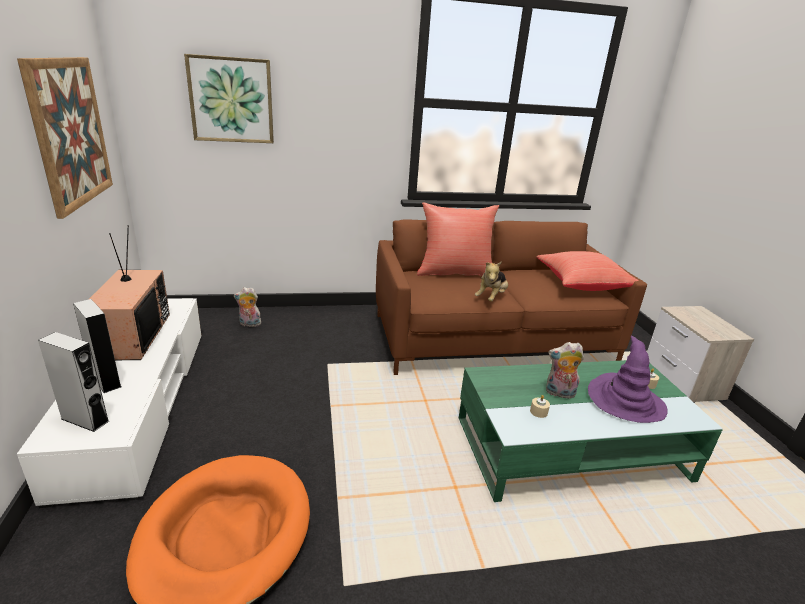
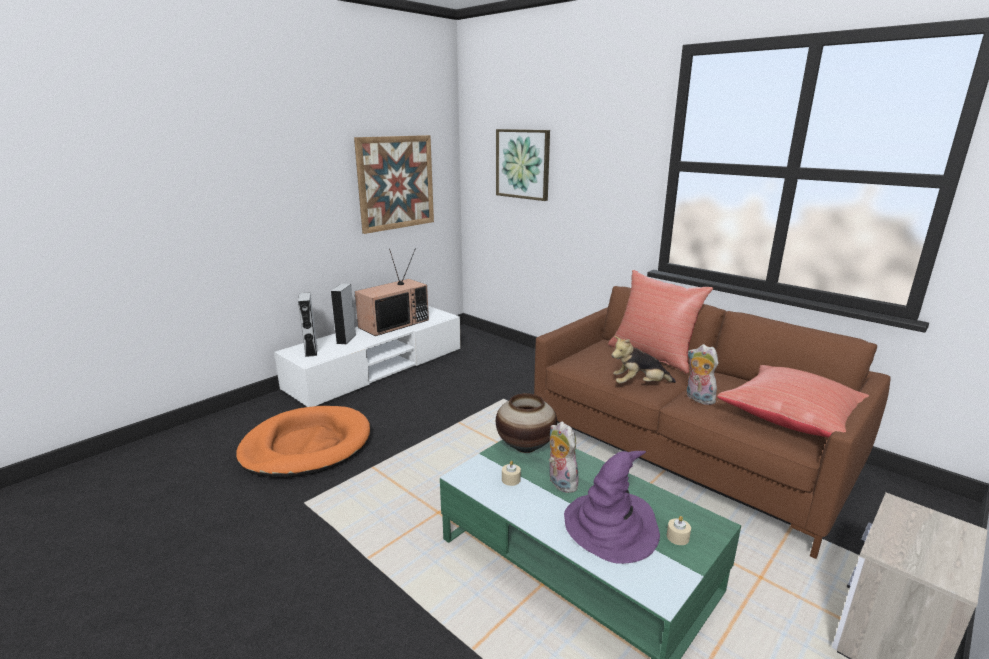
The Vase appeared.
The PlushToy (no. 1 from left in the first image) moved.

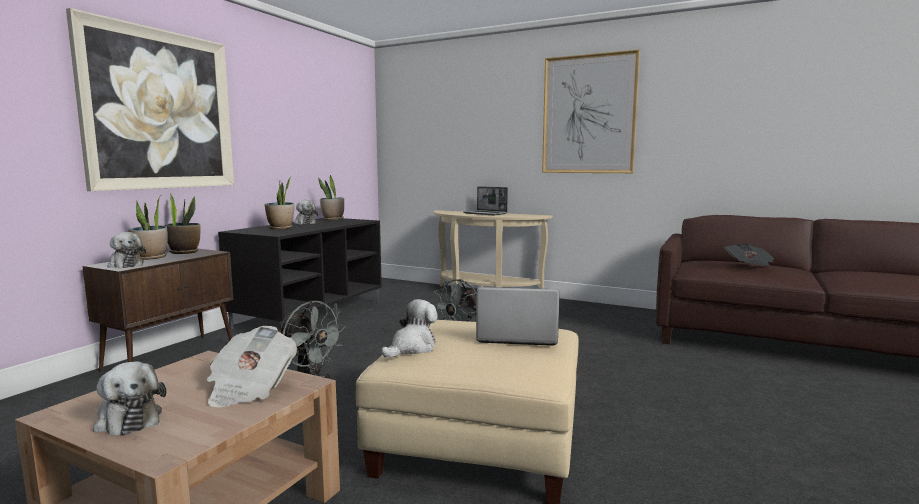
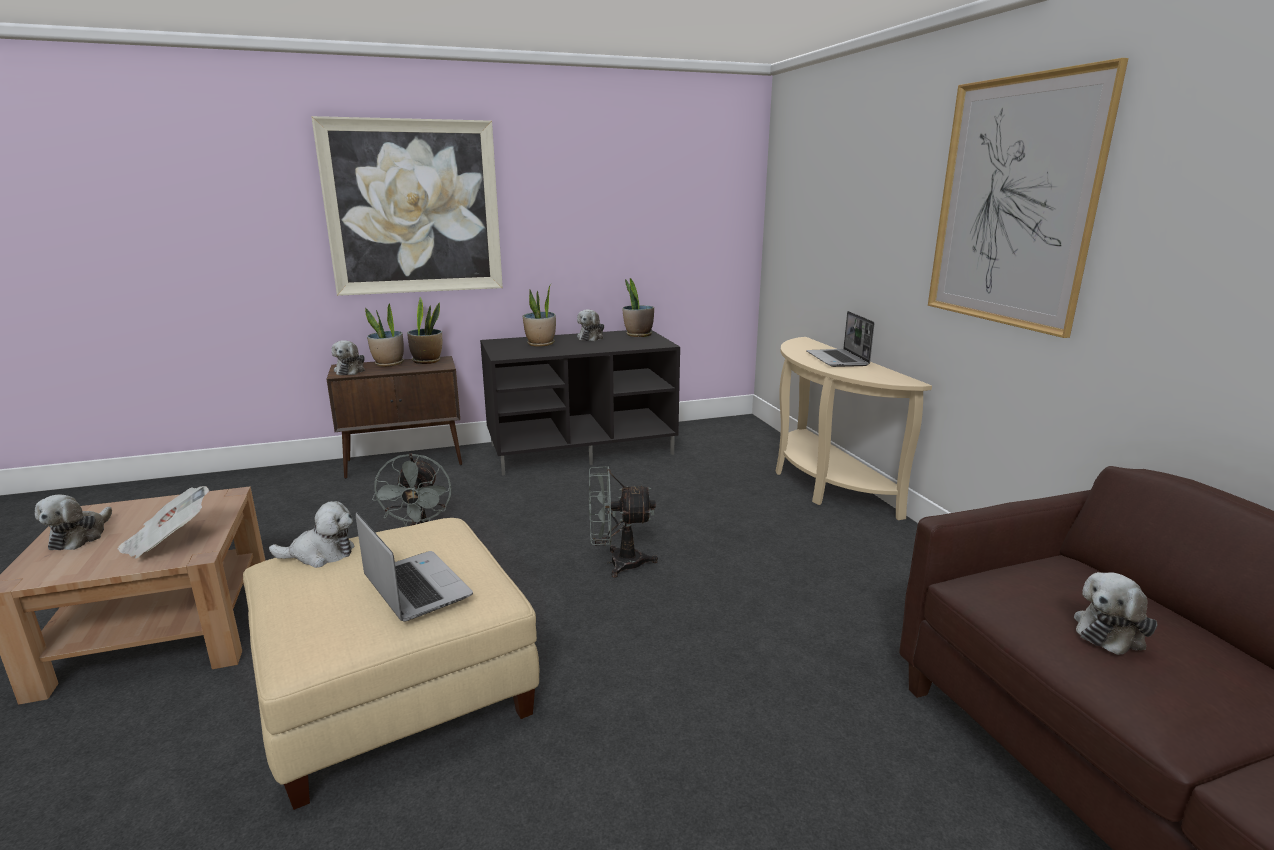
The Newspaper (no. 2 from left) was replaced by the PlushToy (no. 5 from left).

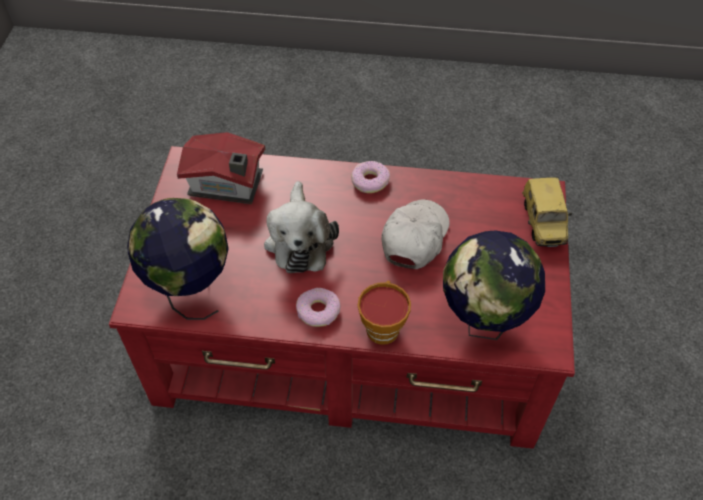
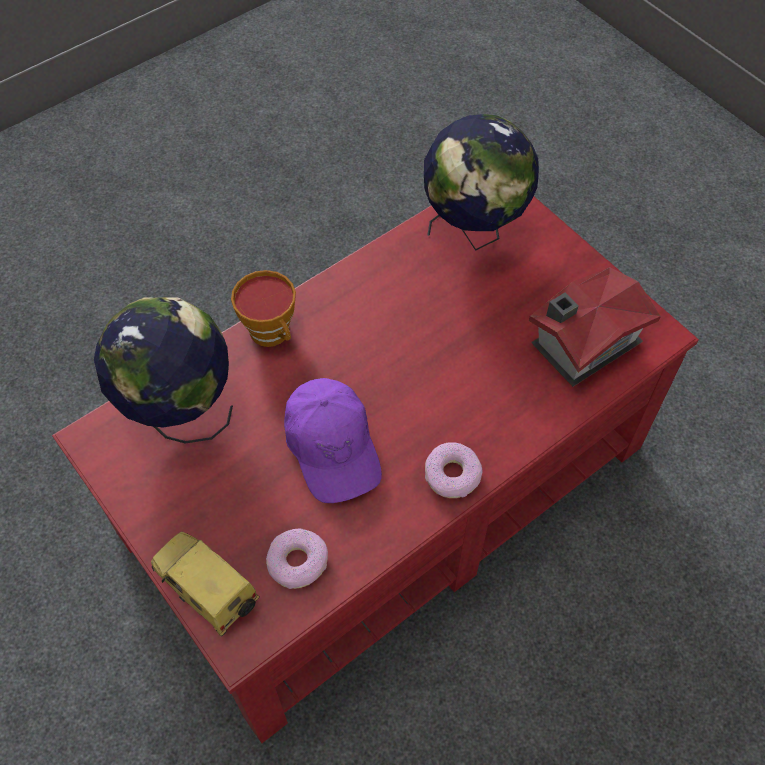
The PlushToy disappeared.
The Donut (no. 1 from left) moved.
The WhiteCap became the PurpleCap.

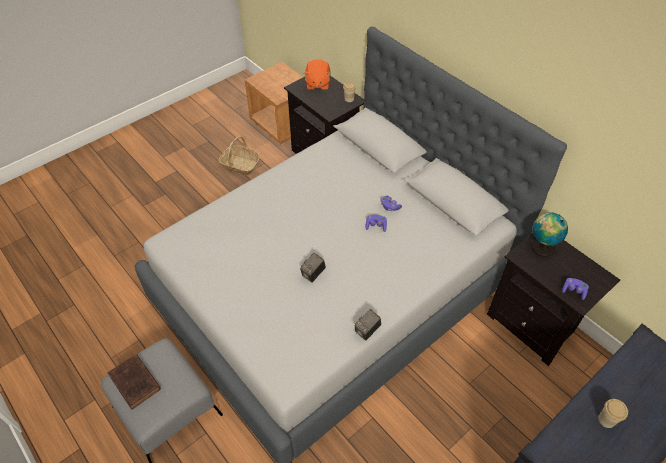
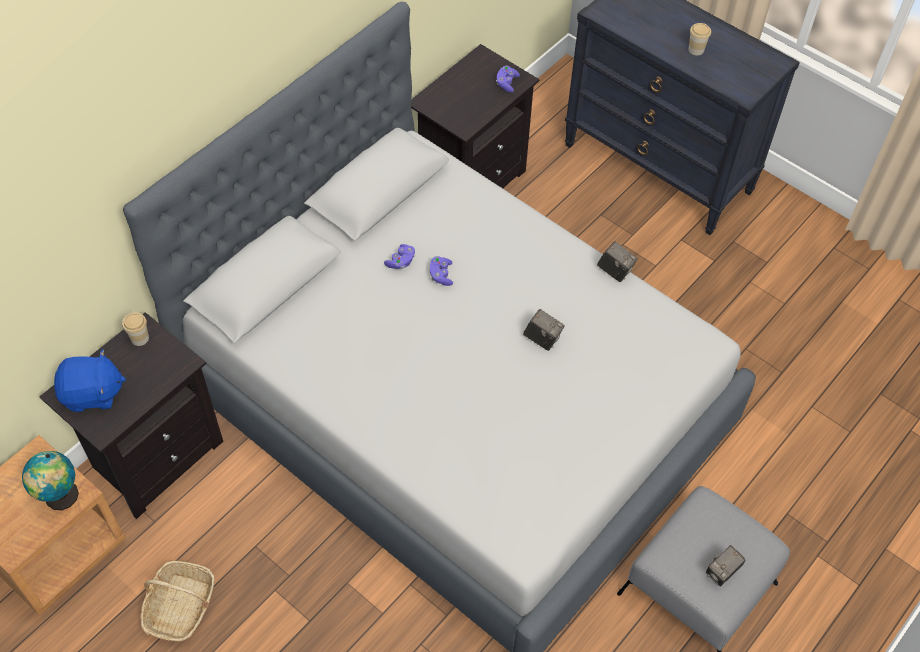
The Globe moved.
The BrownBook was replaced by the PhotoCamera (no. 3 from left).
The OrangePlushToy became the BluePlushToy.

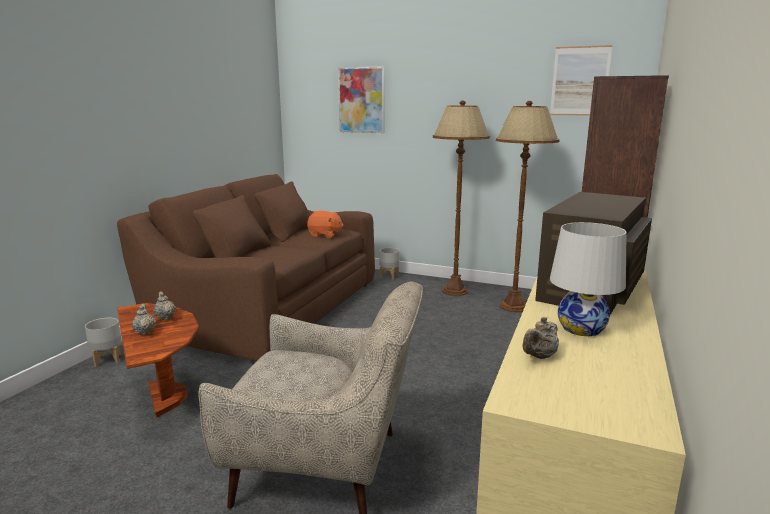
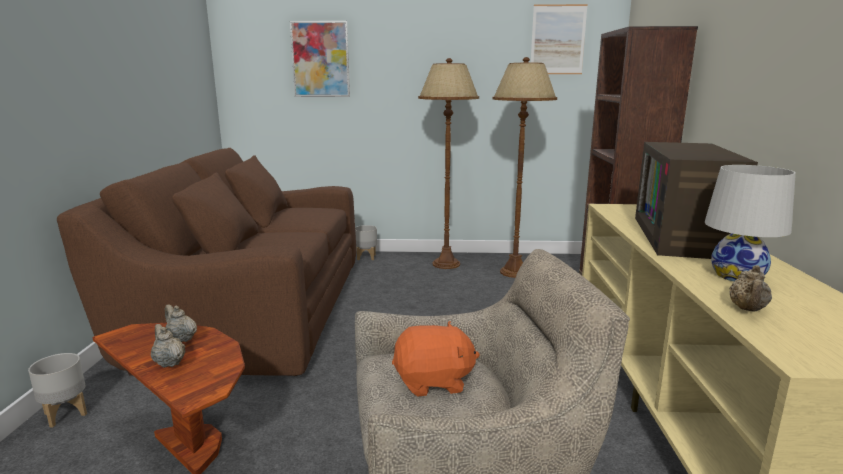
The OrangePlushToy moved.

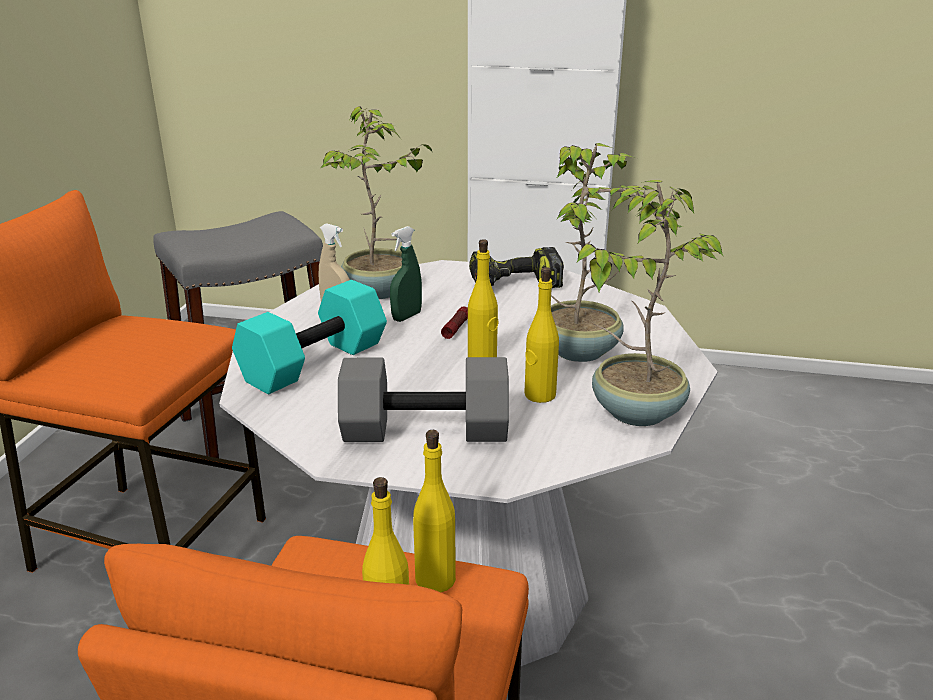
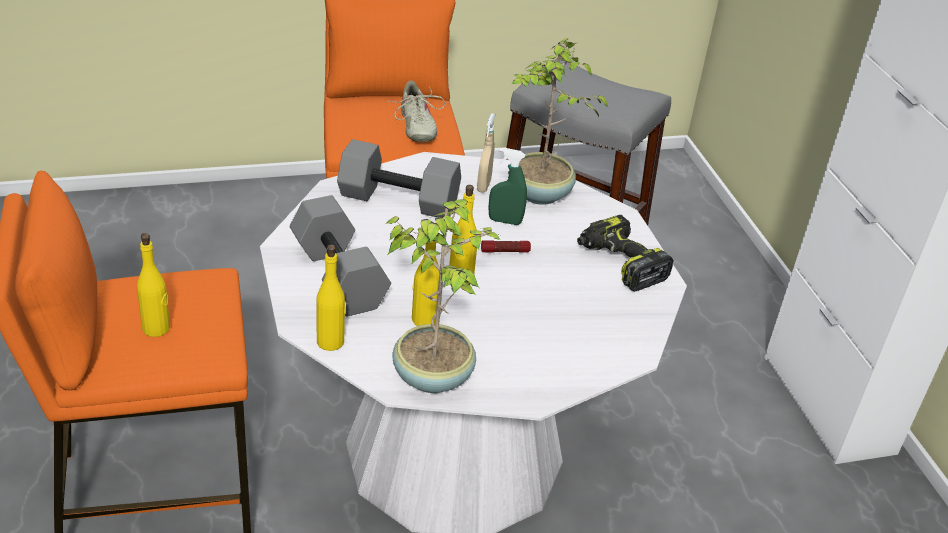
The PottedPlant (no. 2 from left) disappeared.
The BeigeShoe appeared.
The YellowBottle (no. 2 from left) moved.
The TurquoiseDumbbell became the GreyDumbbell (no. 2 from left).

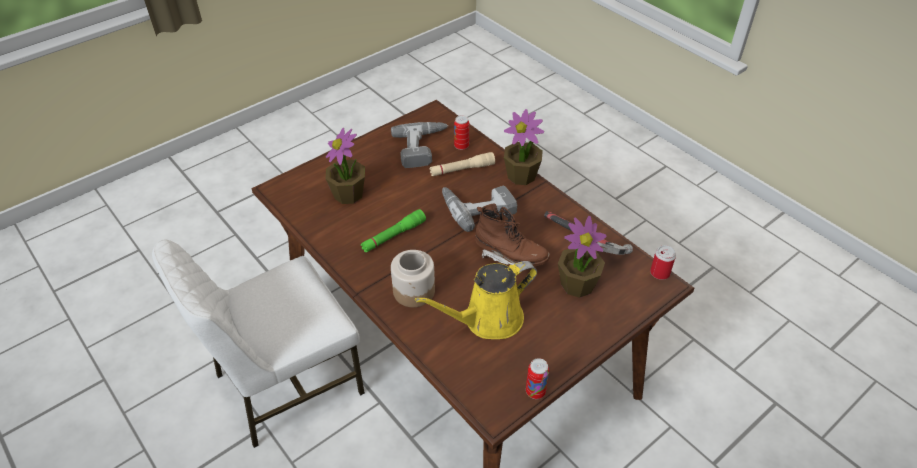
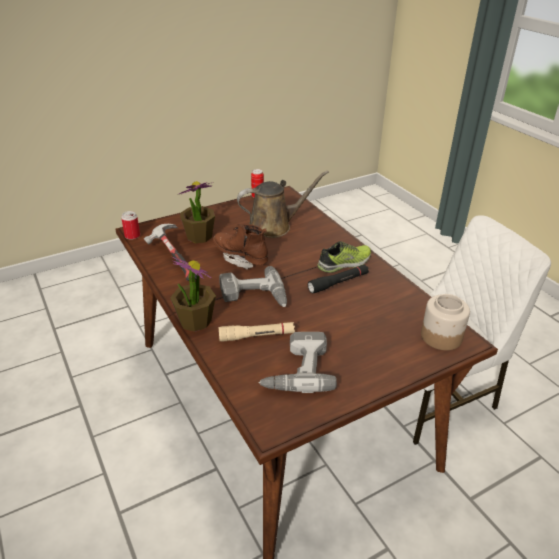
The PottedPlant (no. 1 from left) disappeared.
The Can (no. 1 from left) disappeared.
The Shoe appeared.
The Jar moved.
The GreenFlashlight became the BlackFlashlight.
The YellowWateringCan became the BrownWateringCan.

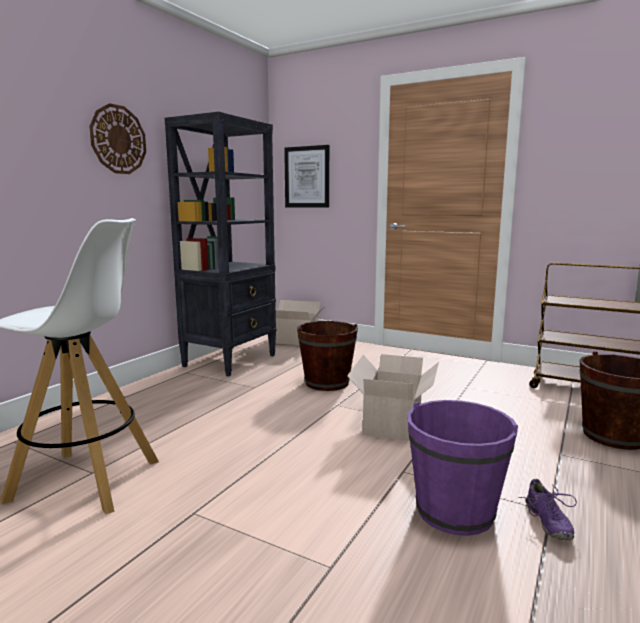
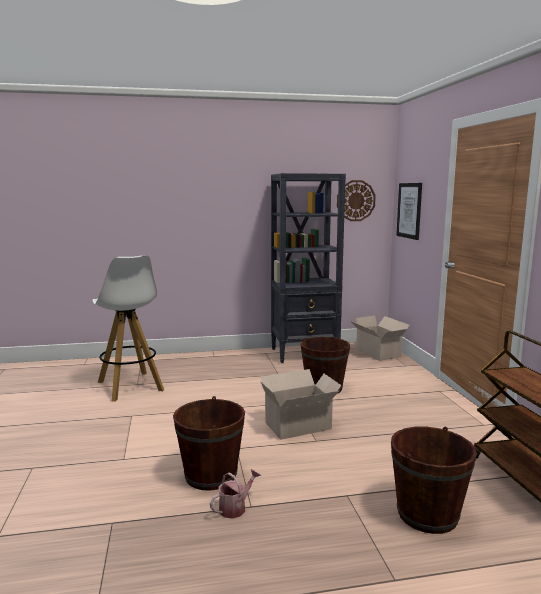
The WallClock moved.
The PurpleShoe was replaced by the WateringCan.
The PurpleBucket became the BrownBucket (no. 1 from left).

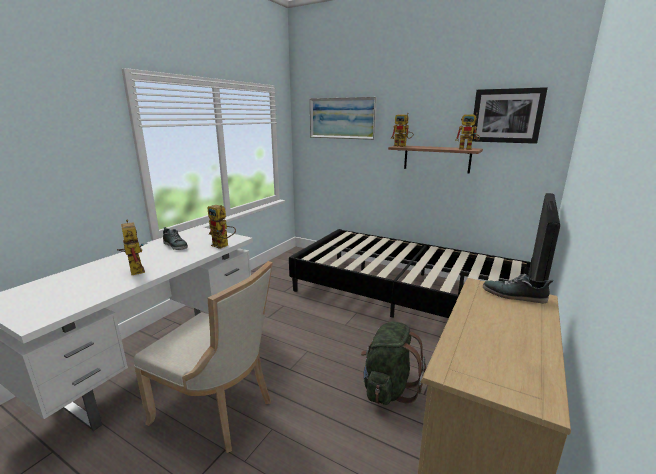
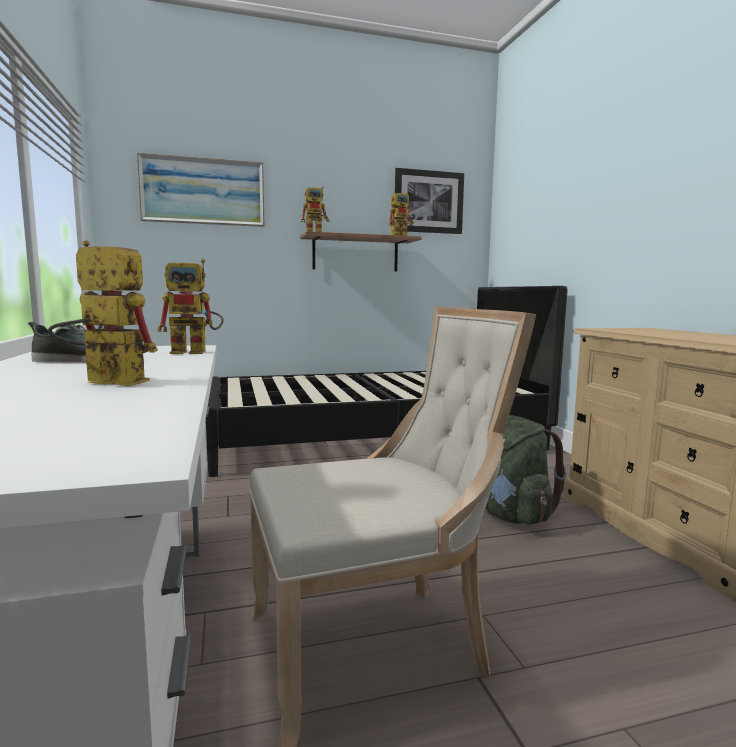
The Shoe (no. 2 from left) disappeared.

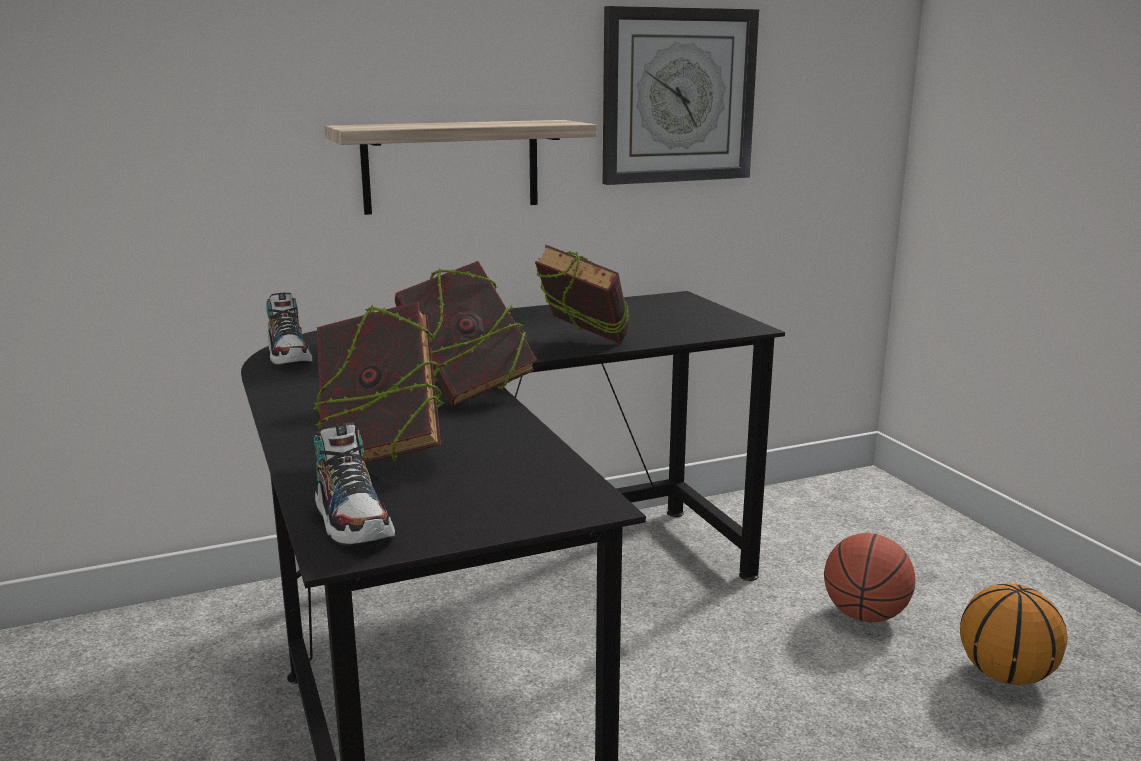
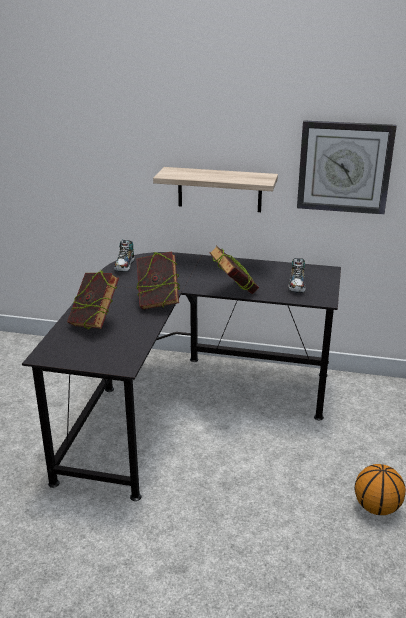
The Basketball (no. 1 from left) disappeared.
The Shoe (no. 2 from left) moved.

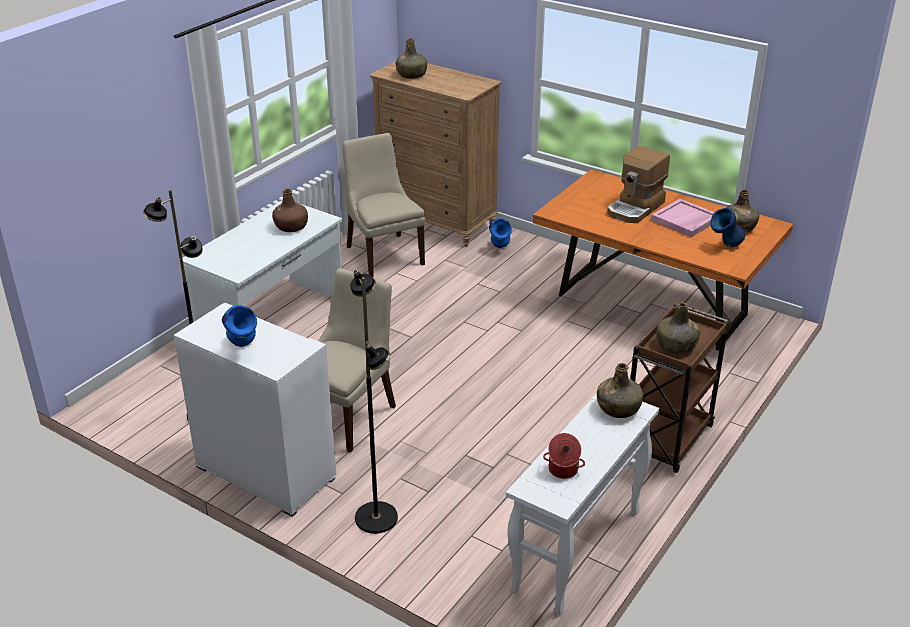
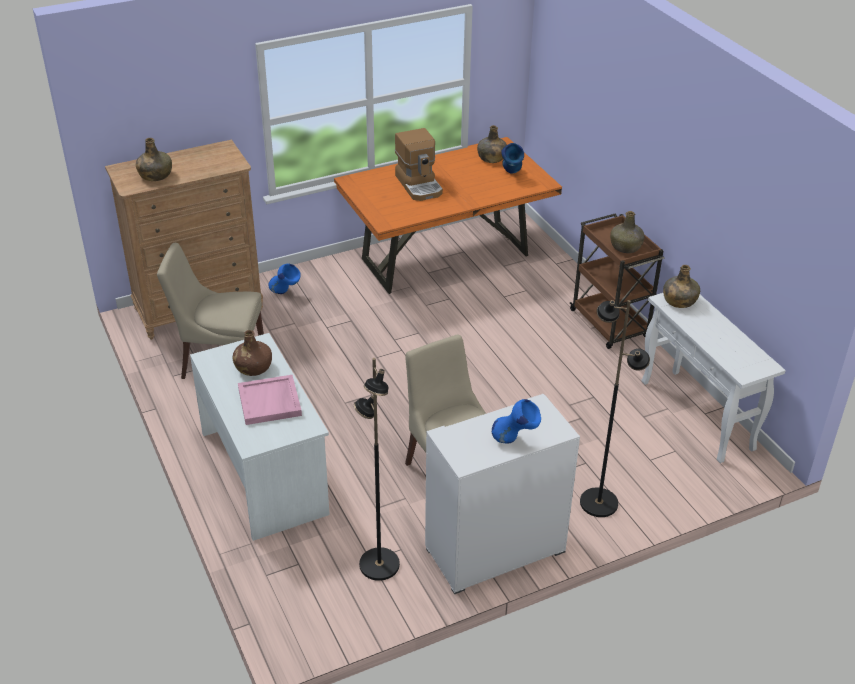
The CookingPot disappeared.
The PinkTray moved.

